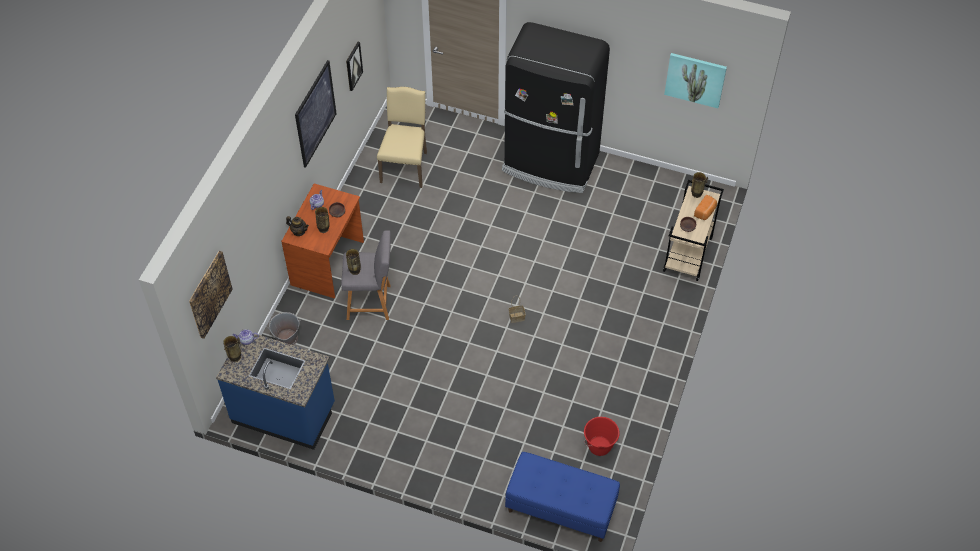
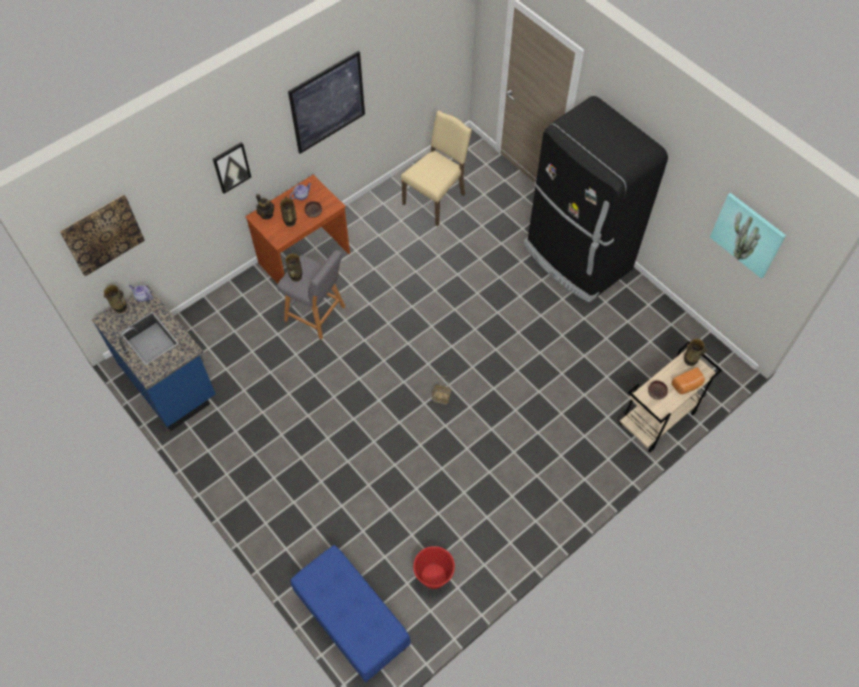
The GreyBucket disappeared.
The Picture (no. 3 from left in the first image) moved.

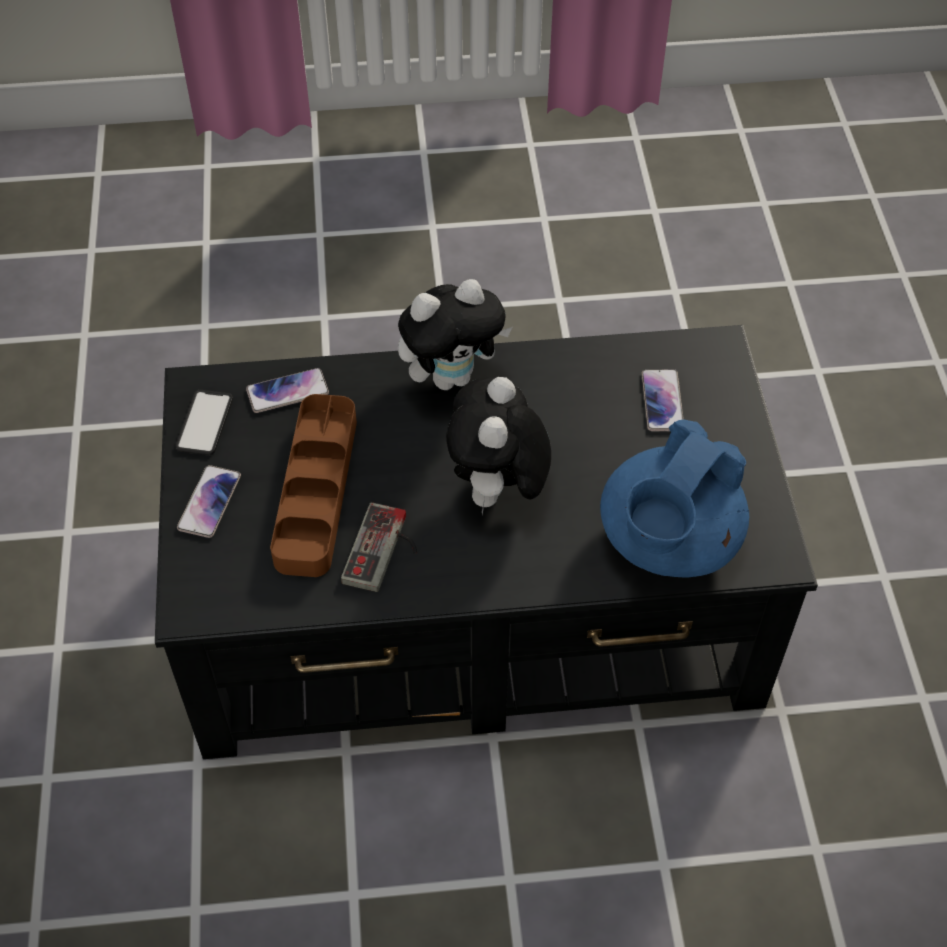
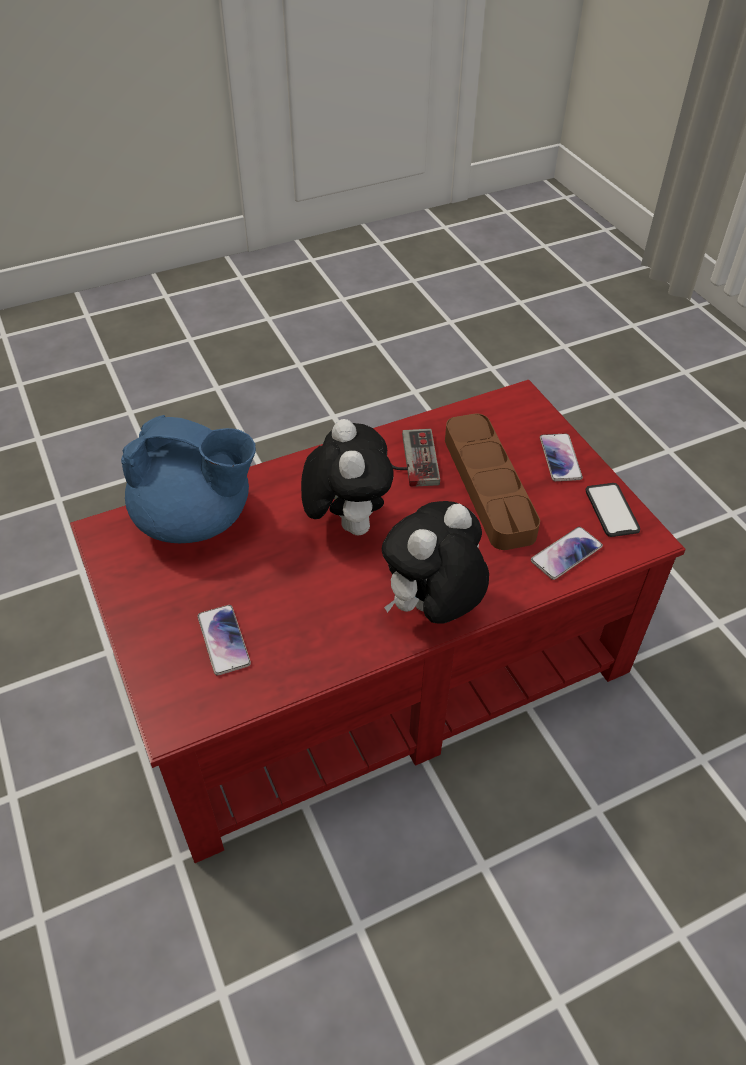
The BlackCoffeeTable became the RedCoffeeTable.
The BlueTeapot turned 90 degrees clockwise.

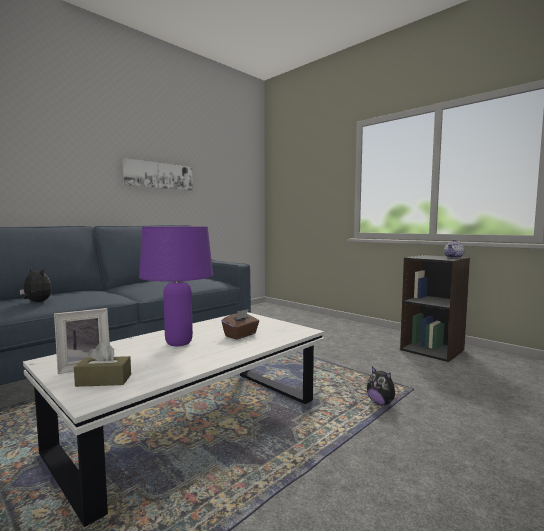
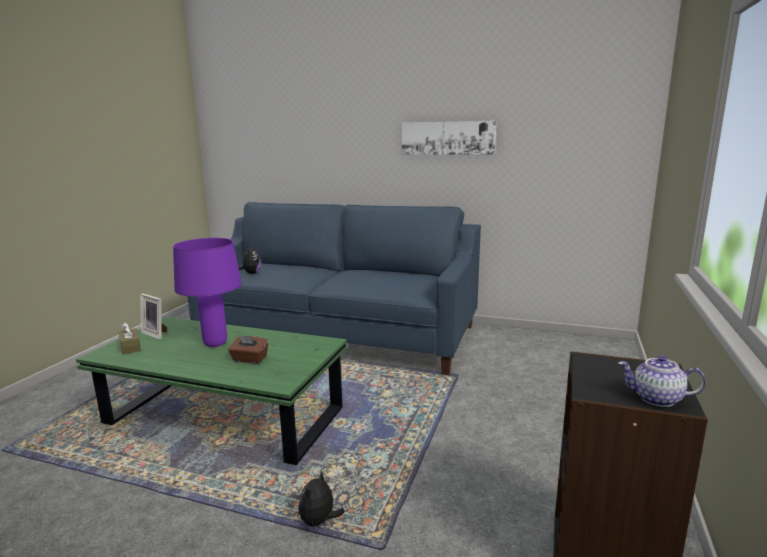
The WhiteCoffeeTable became the GreenCoffeeTable.

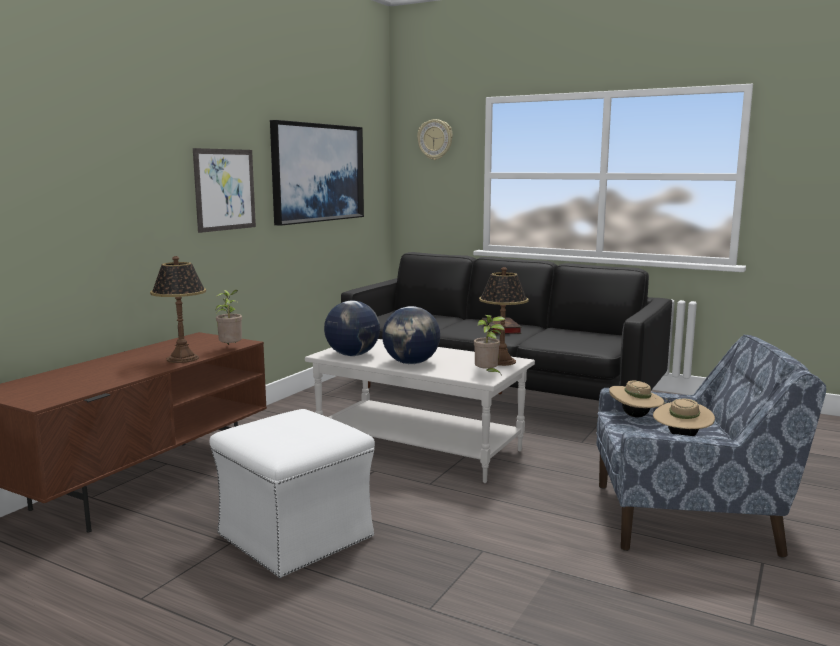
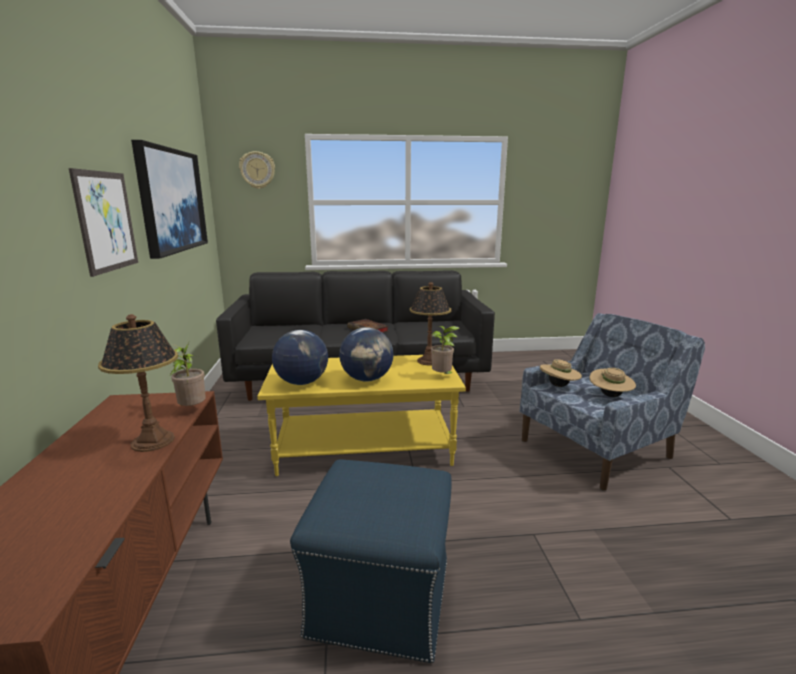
The WhiteOttoman became the BlueOttoman.
The WhiteCoffeeTable became the YellowCoffeeTable.

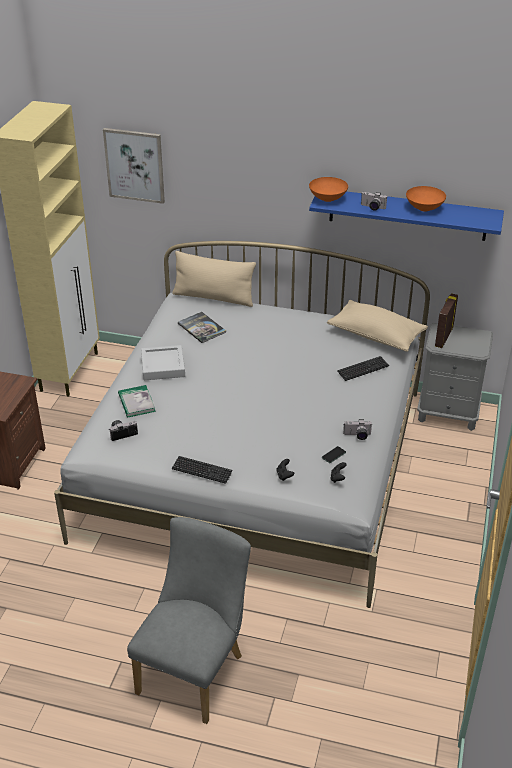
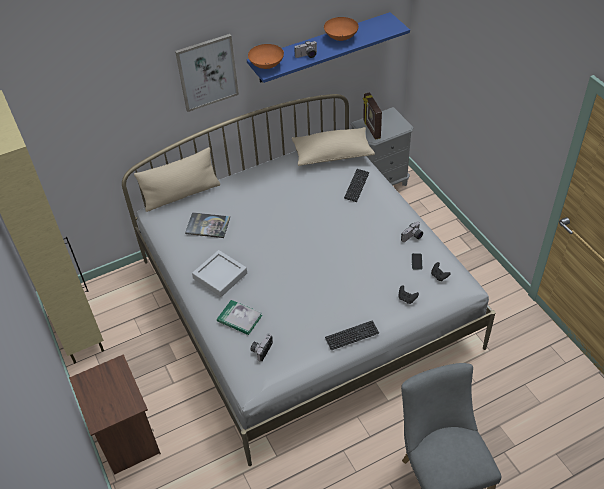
The Picture moved.

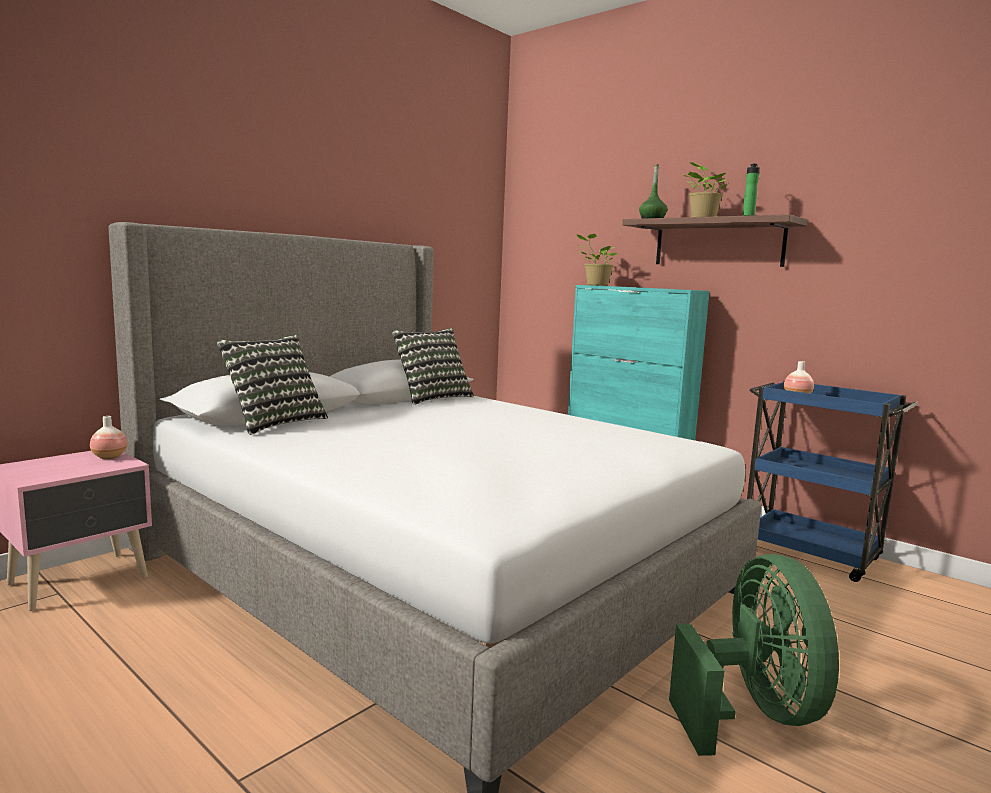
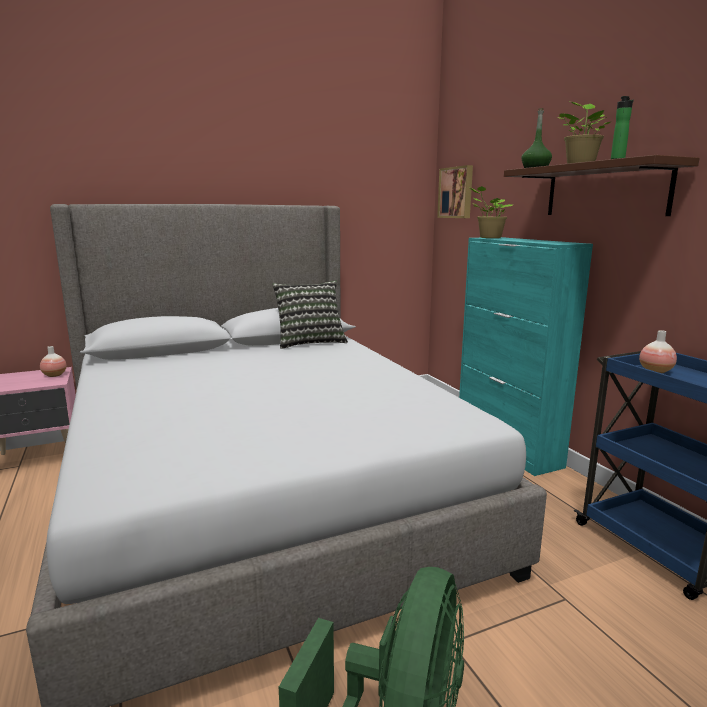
The Pillow (no. 1 from left) disappeared.
The Picture appeared.

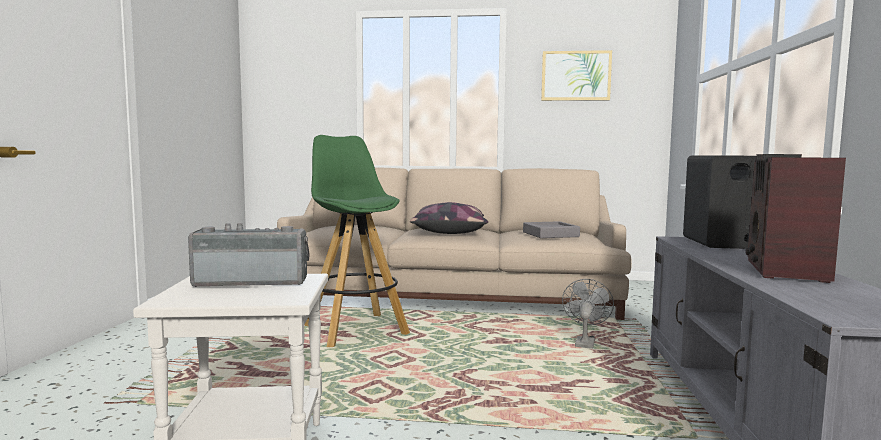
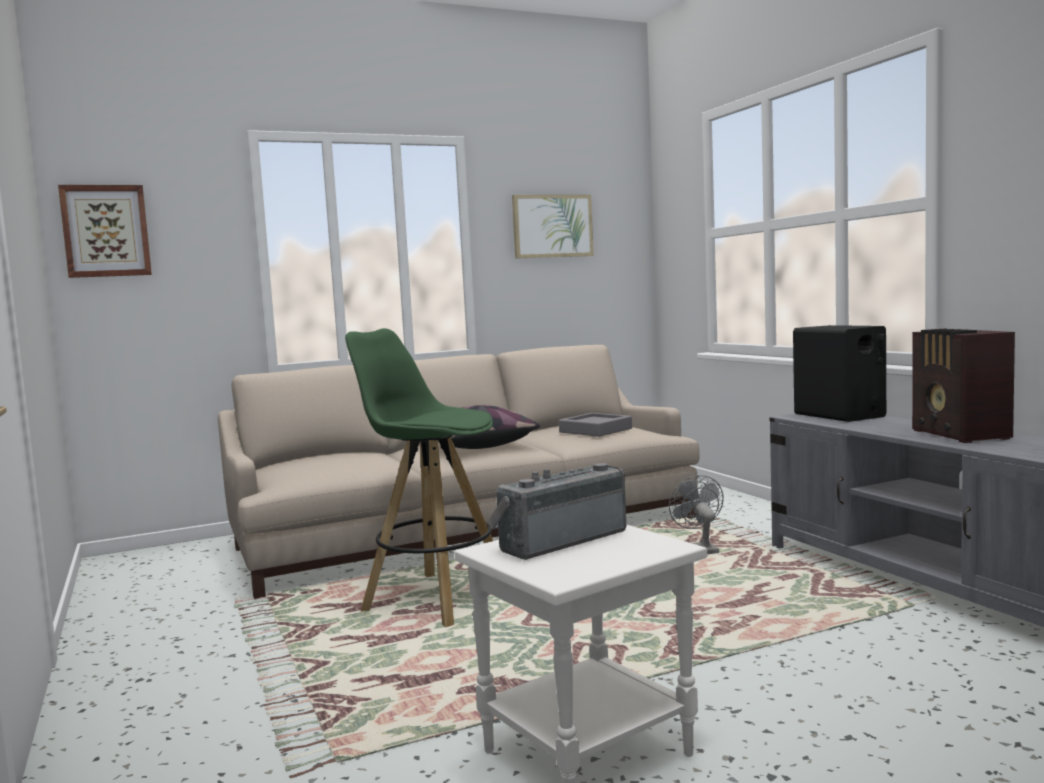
The Picture (no. 1 from left) appeared.

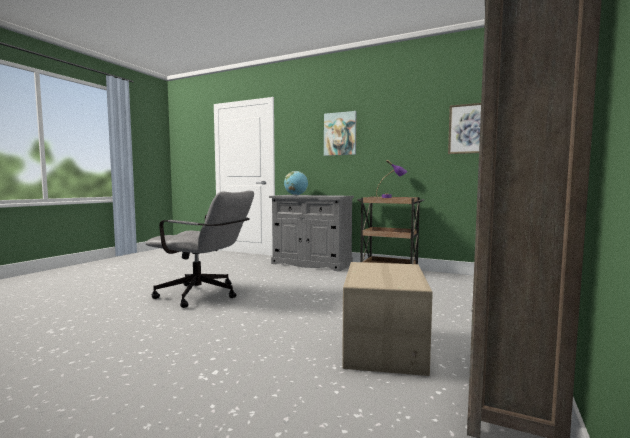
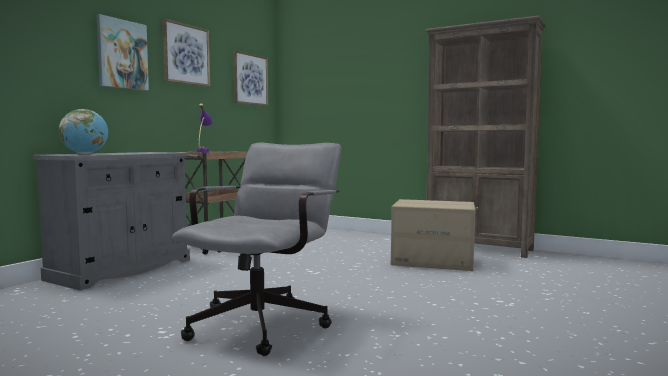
The Picture (no. 2 from left) appeared.

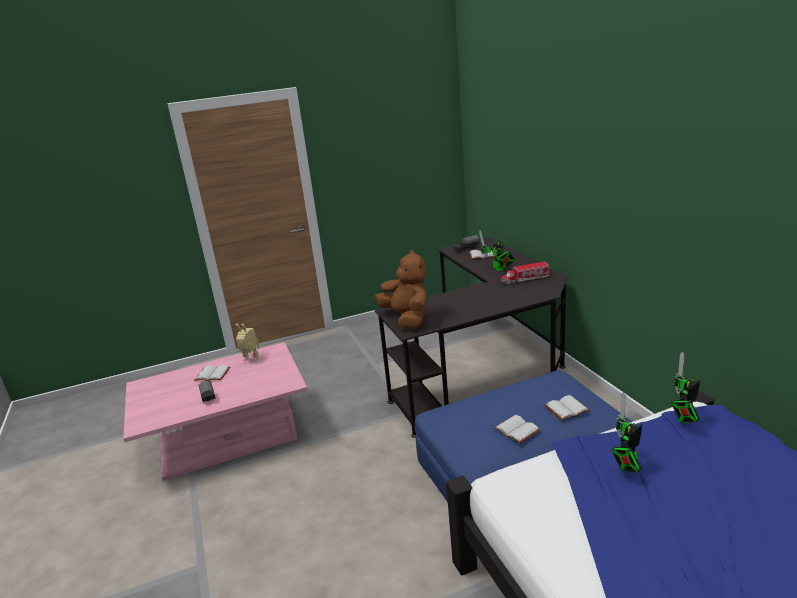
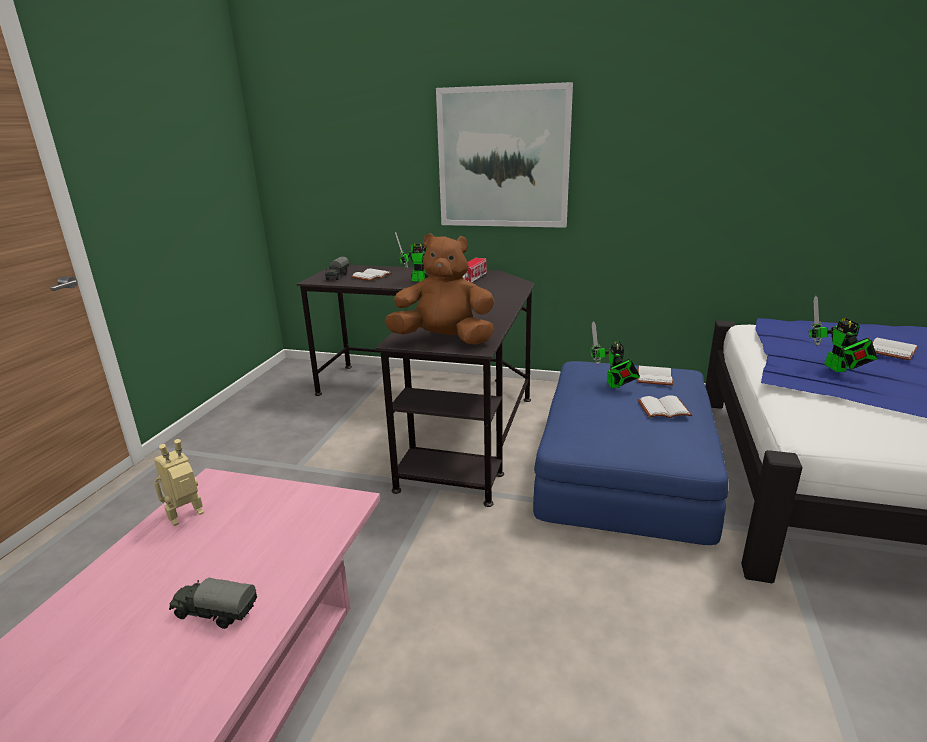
The Picture appeared.
The WhiteBook (no. 1 from left in the first image) moved.
The ToyRobot (no. 4 from left in the first image) moved.

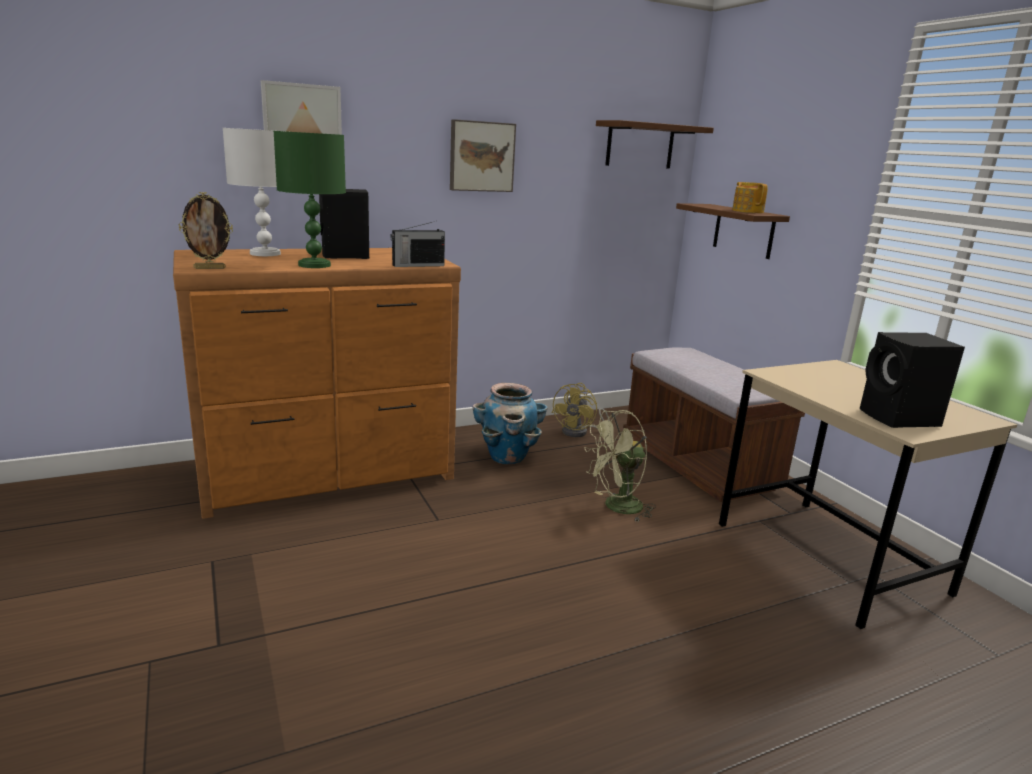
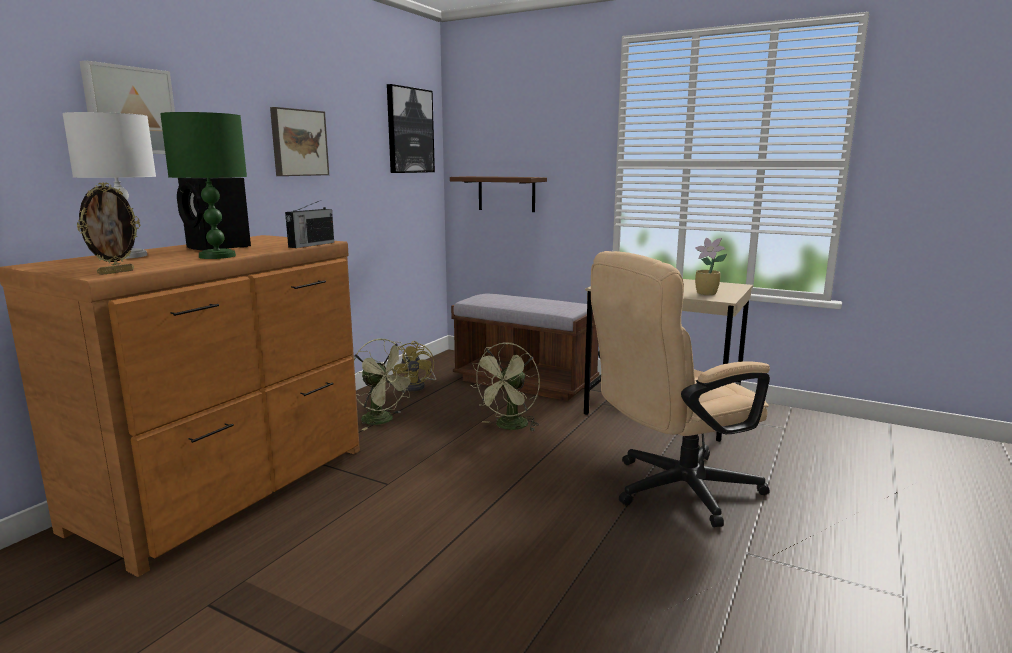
The Teapot disappeared.
The BeigeOfficeChair appeared.
The Planter was replaced by the GreenFan (no. 1 from left).
The BrownShelf (no. 1 from left) was replaced by the Picture (no. 3 from left).
The BlackSpeaker (no. 2 from left) was replaced by the PottedPlant.

